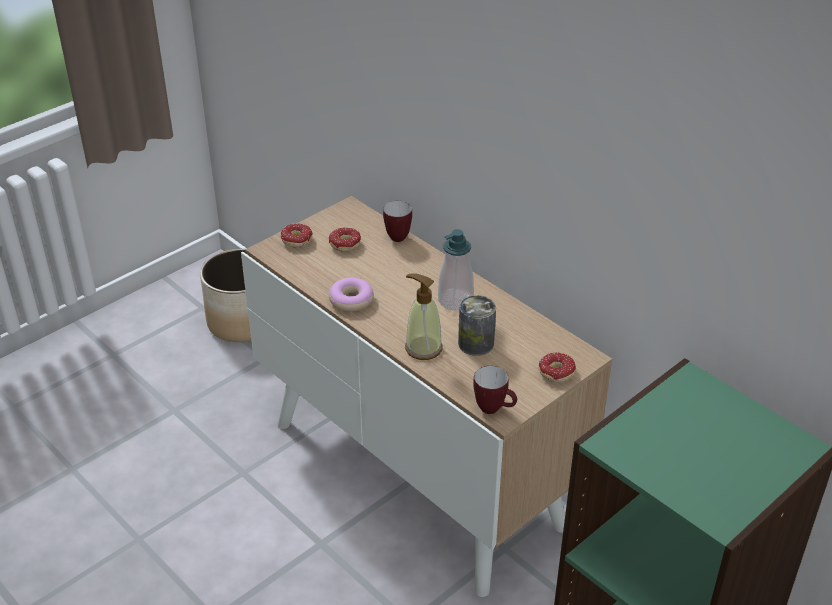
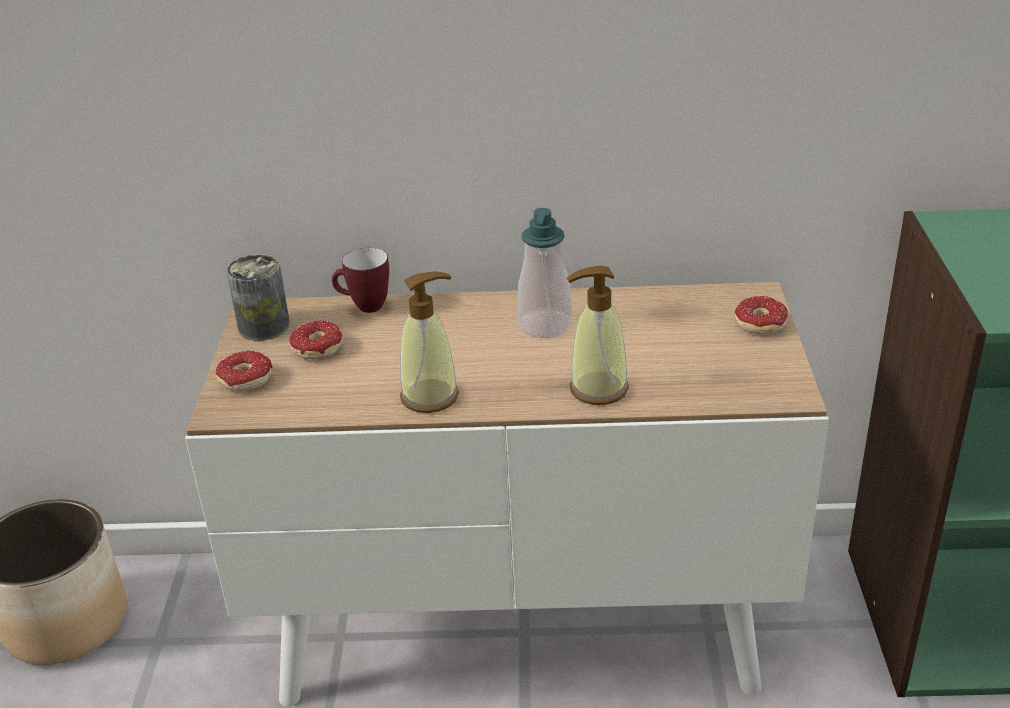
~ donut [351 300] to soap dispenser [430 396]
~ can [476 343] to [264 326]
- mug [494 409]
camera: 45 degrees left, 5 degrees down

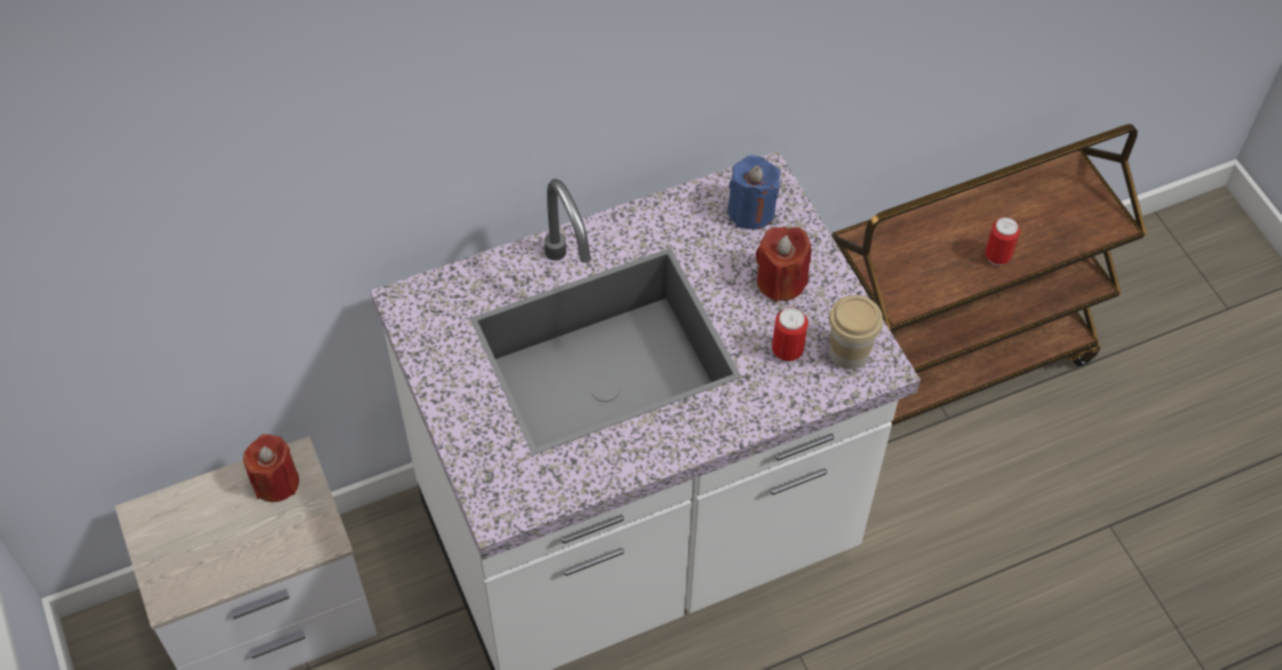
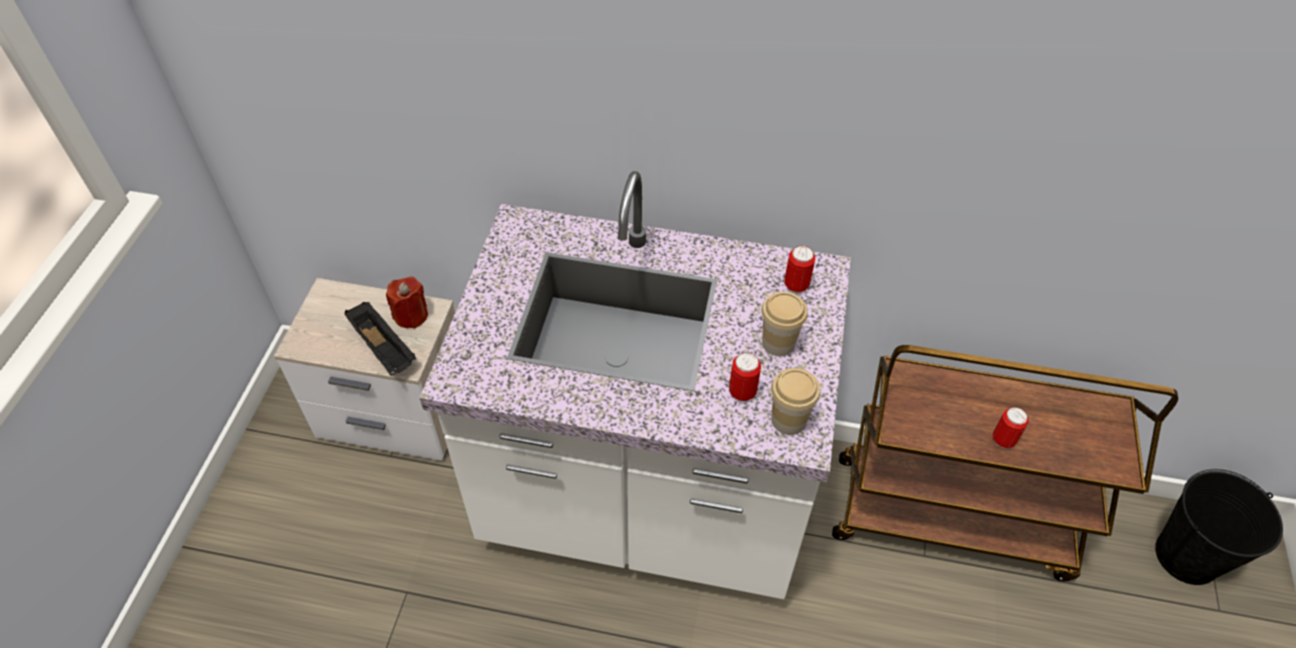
~ blue candle [751 211] to can [796 285]
~ red candle [781 281] to cup [778 343]
+ black tray [384 348]
+ black bucket [1187 556]
camera: 35 degrees right, 5 degrees down

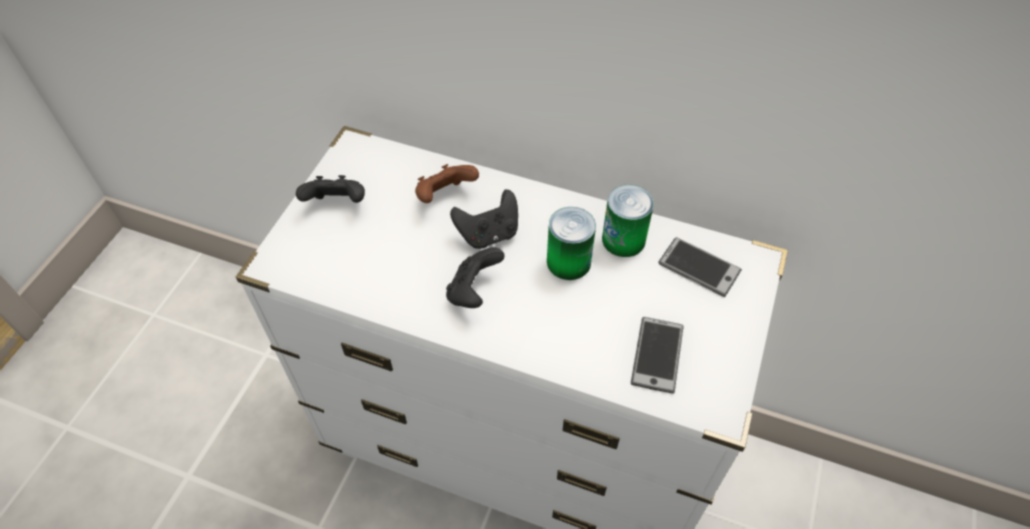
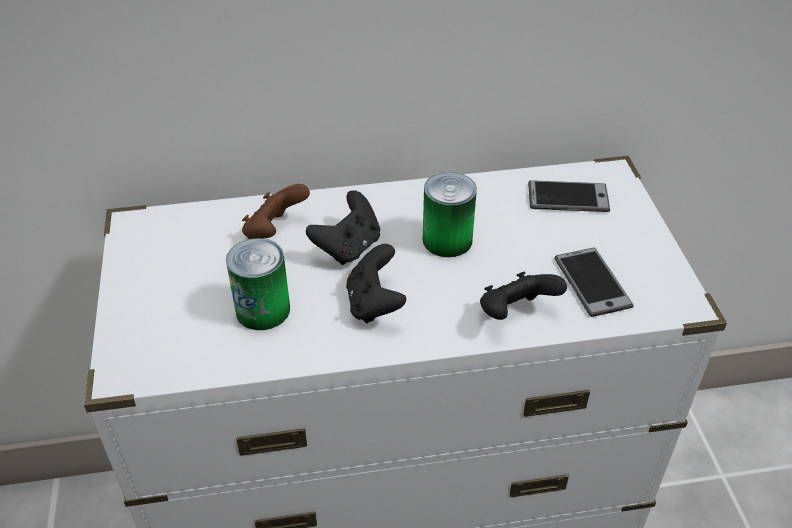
~ black game controller [337 204] to [515 313]
~ can [623 239] to [263 310]
camera: 30 degrees left, 10 degrees down

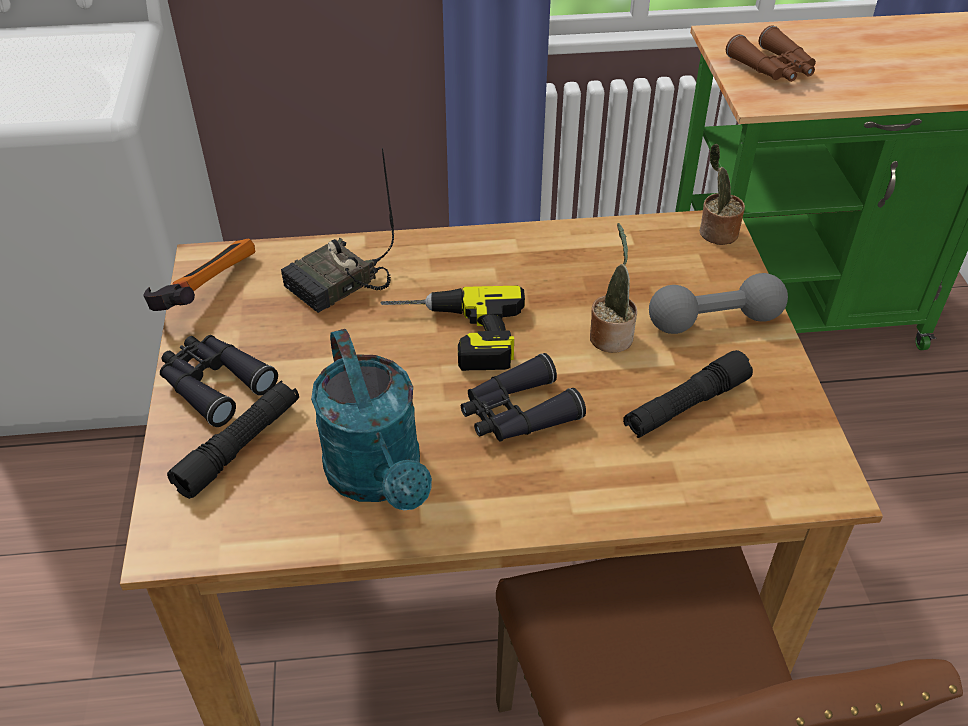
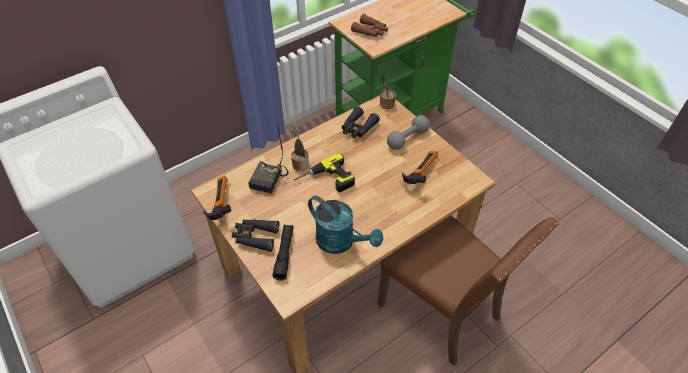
~ potted plant [611 335] to [300 164]
~ black flashlight [685 406] to hammer [418 172]
~ black binoculars [517 413] to [358 128]
camera: 30 degrees left, 5 degrees up

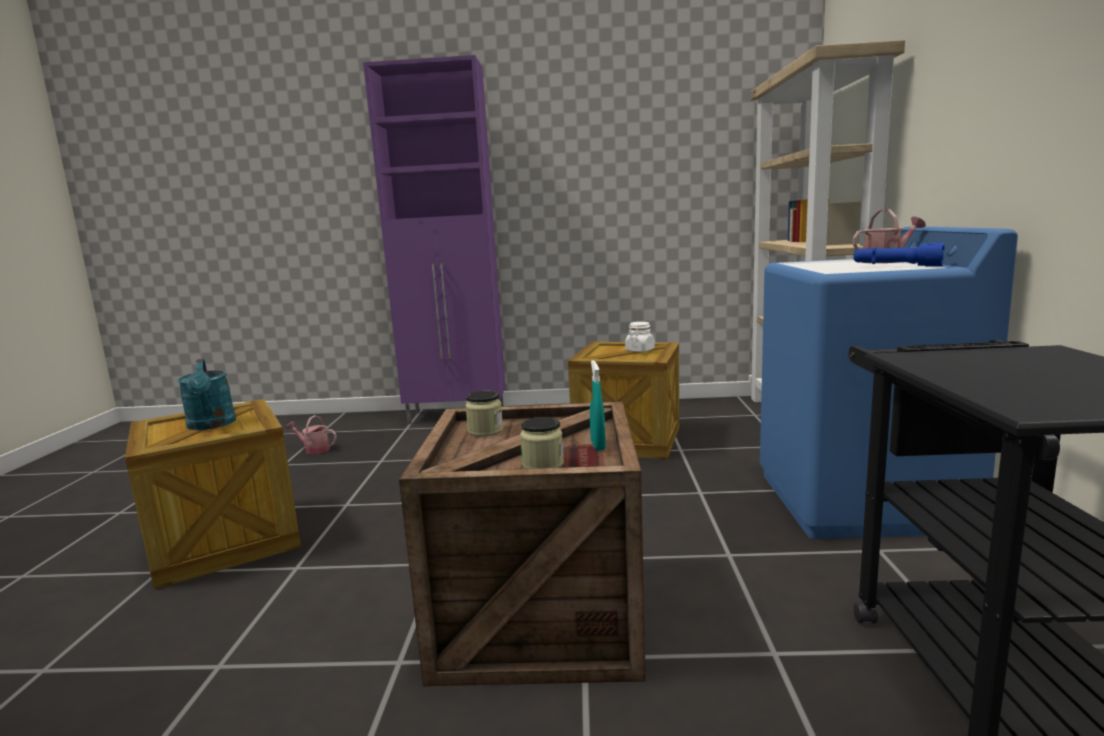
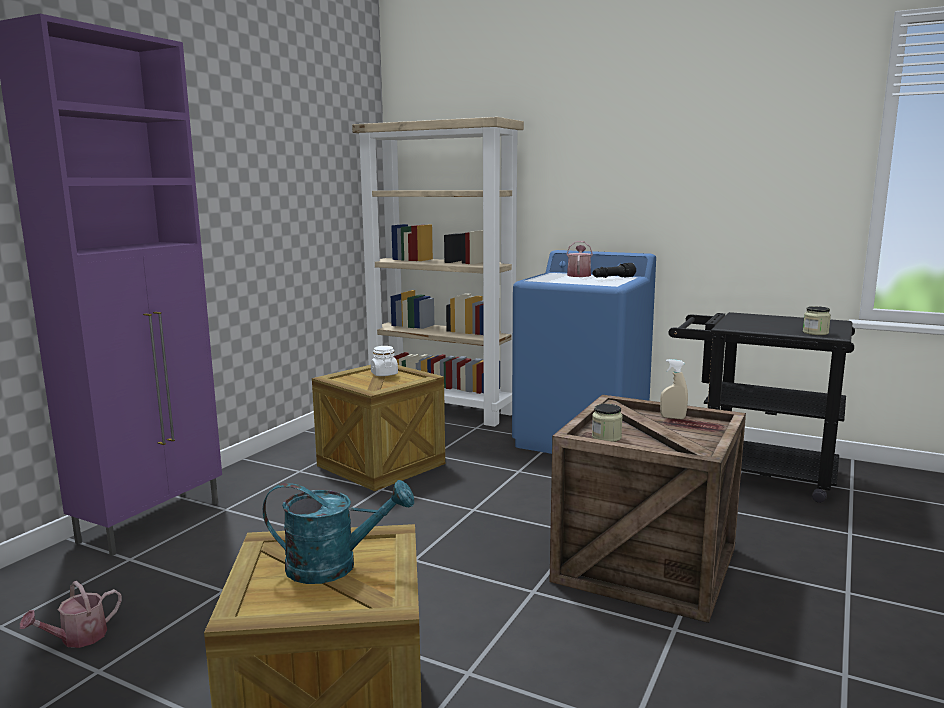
~ blue flashlight [896 266] to black flashlight [612 278]
~ turquoise spray bottle [598 445] to beige spray bottle [672 417]
~ jar [543 464] to [815 333]
camera: 65 degrees left, 0 degrees up

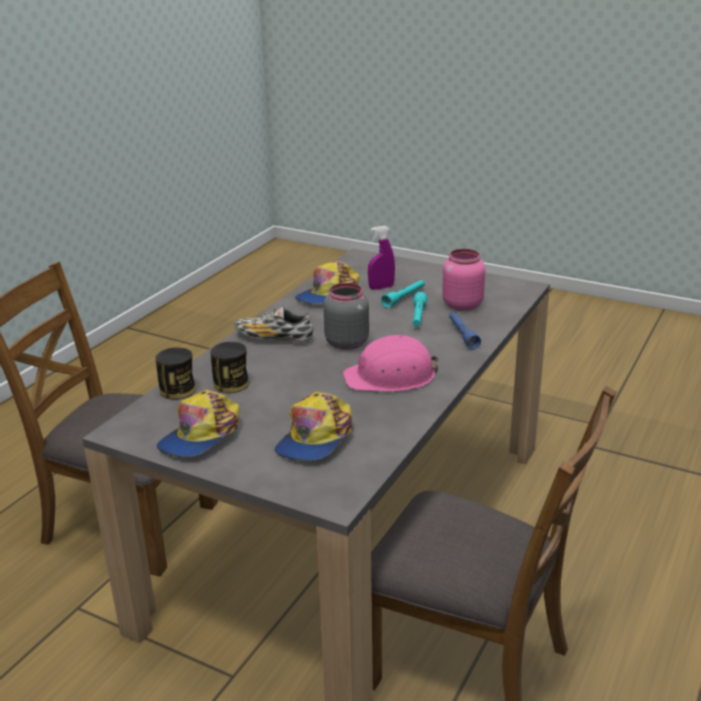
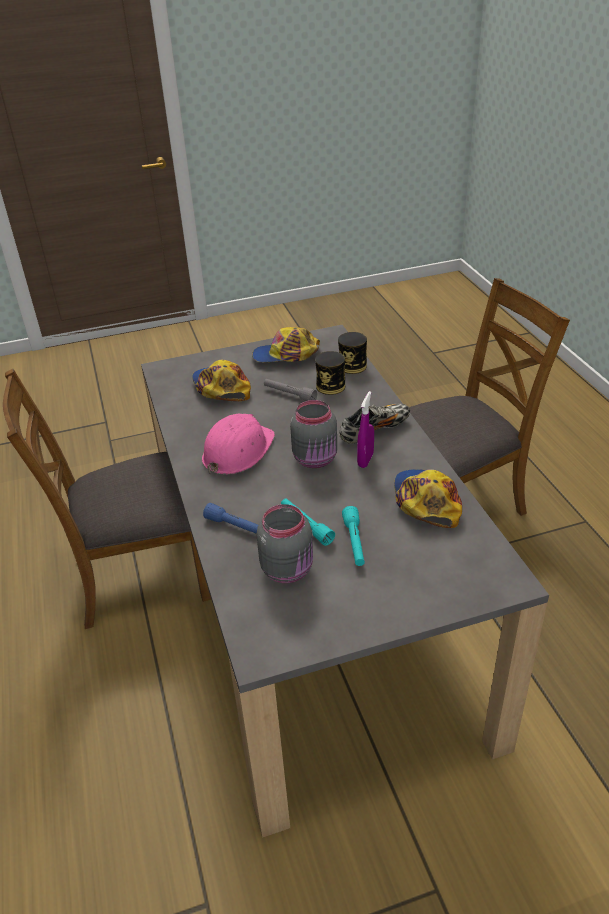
~ purple spray bottle [381 287] to [365 460]
~ pink jar [461 305] to grey jar [288 569]
~ cap [201 435] = [286 355] 75 degrees counterclockwise
+ grey flashlight [289 394]
camera: 135 degrees right, 10 degrees up

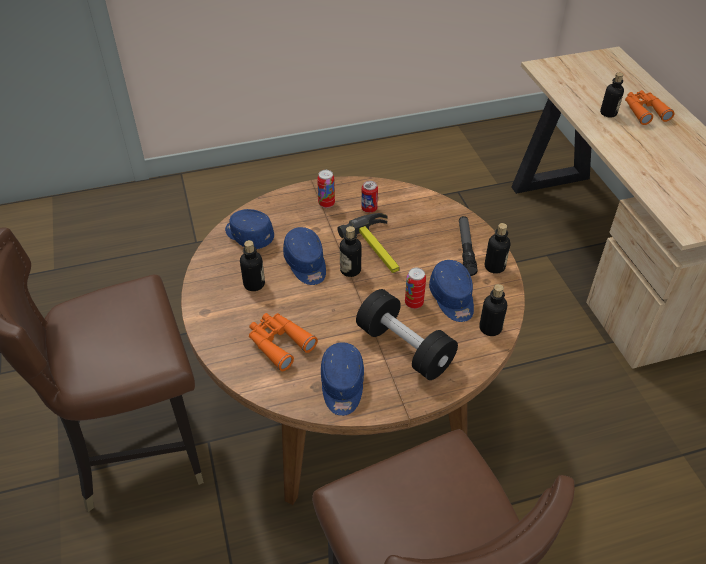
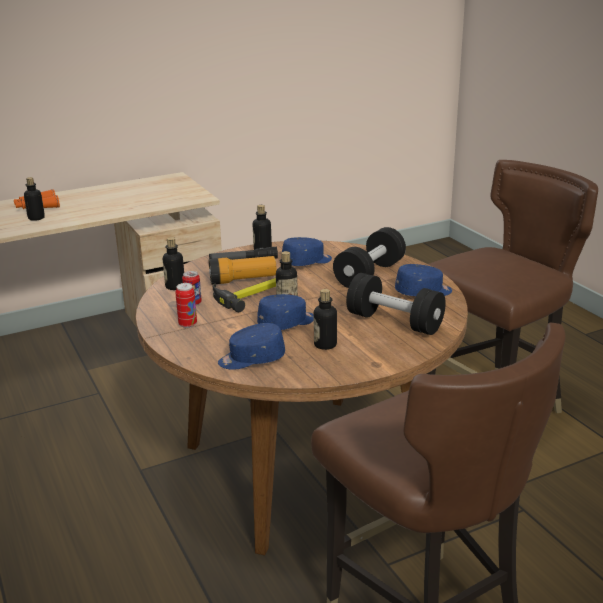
~ blue cap [248 236] = [251 359] 45 degrees clockwise
- can [414 303]
~ bottle [490 328] to [175 286]
~ orange binoculars [279 343] to black dumbbell [394 322]
+ flashlight [243 280]
camera: 100 degrees left, 20 degrees down

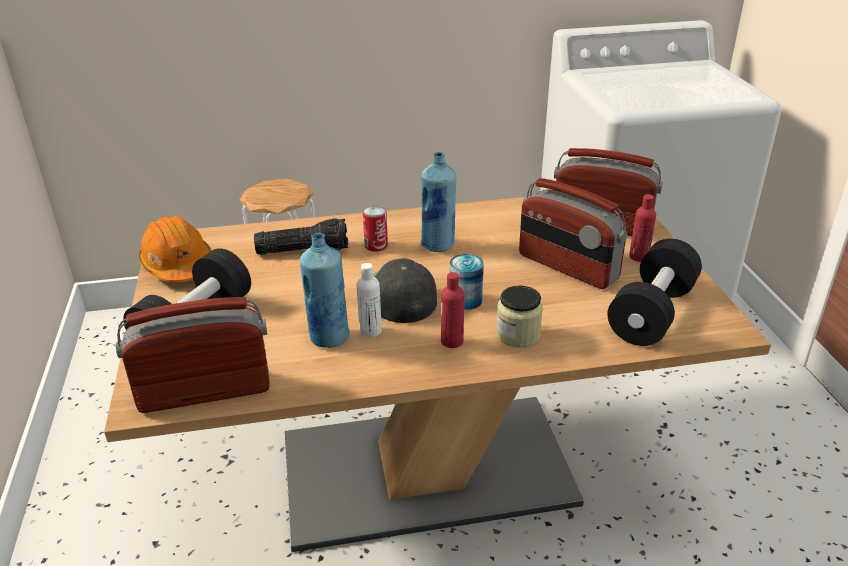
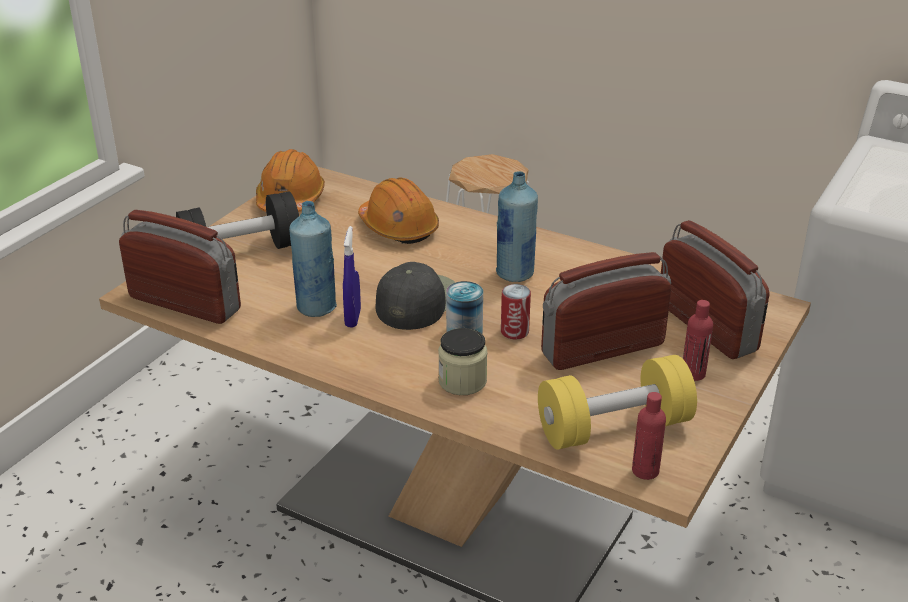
~ radio [567 267] = [602 349] 75 degrees clockwise
~ can [376 246] to [514 331]
~ flashlight [304 249] to orange hard hat [398 227]
~ black dumbbell [651 313] to yellow dumbbell [614 428]
~ white bottle [370 331] to blue spray bottle [353 318]
~ red bottle [452 341] to [645 471]
camera: 40 degrees right, 0 degrees up

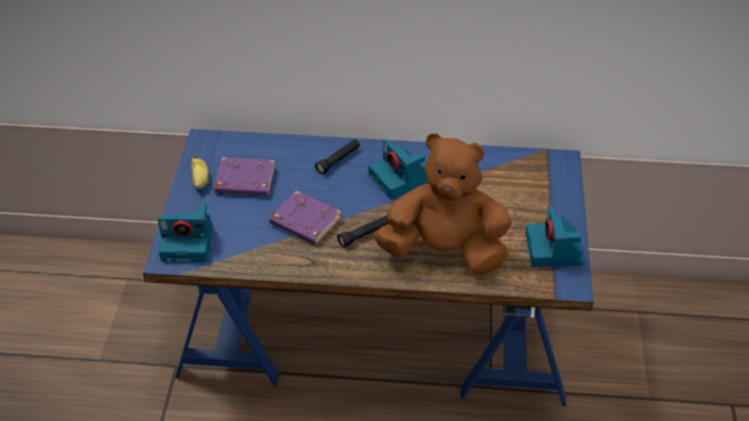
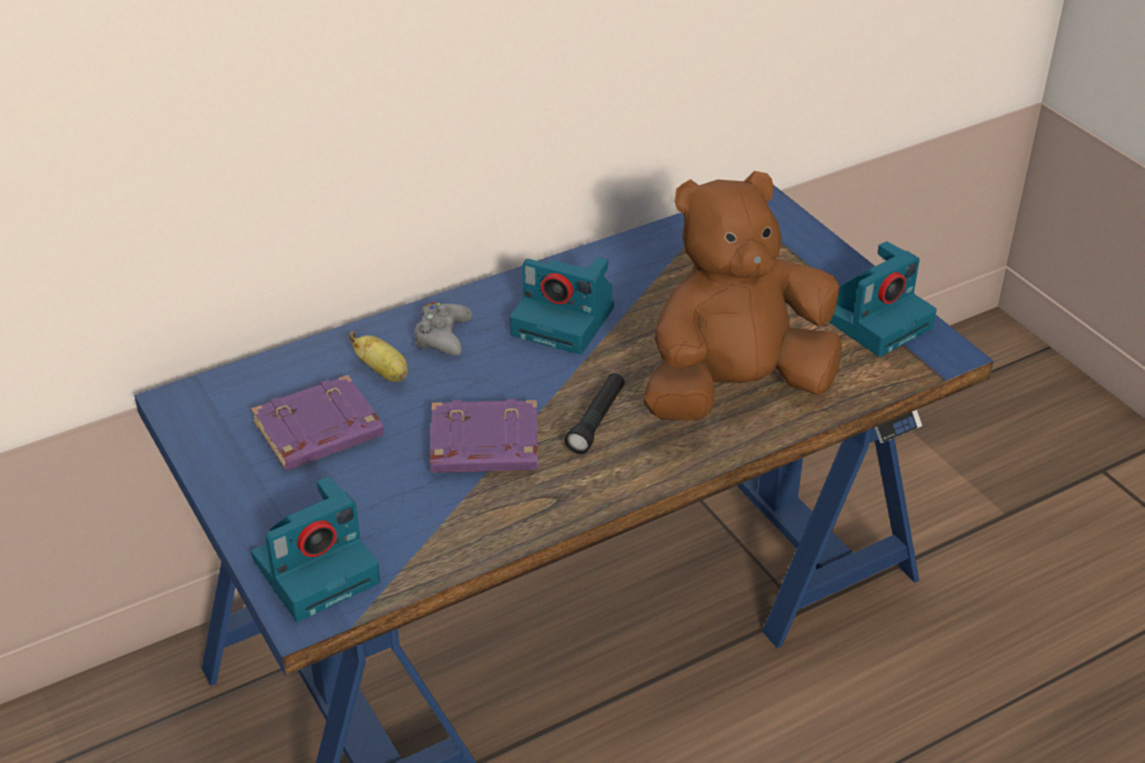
~ black flashlight [338 160] to grey game controller [442 336]
~ banana [200 181] to [384 373]
~ photo camera [554 250] = [876 320] 90 degrees counterclockwise
camera: 35 degrees left, 5 degrees down

